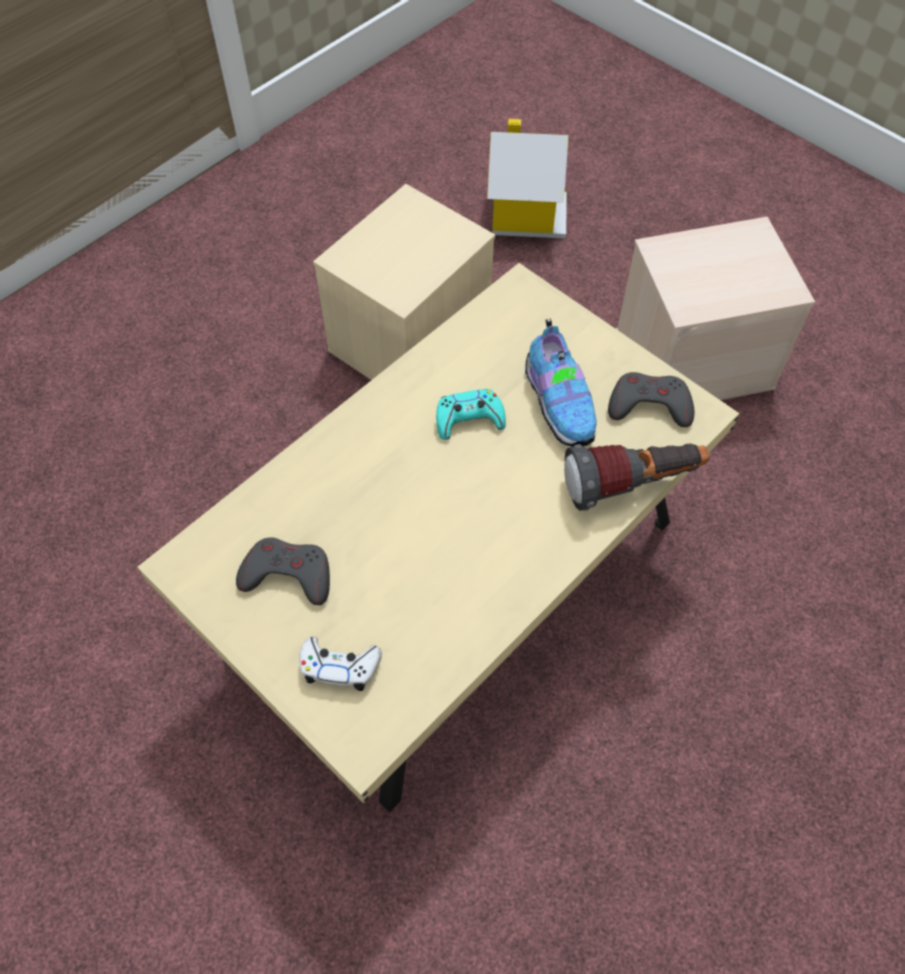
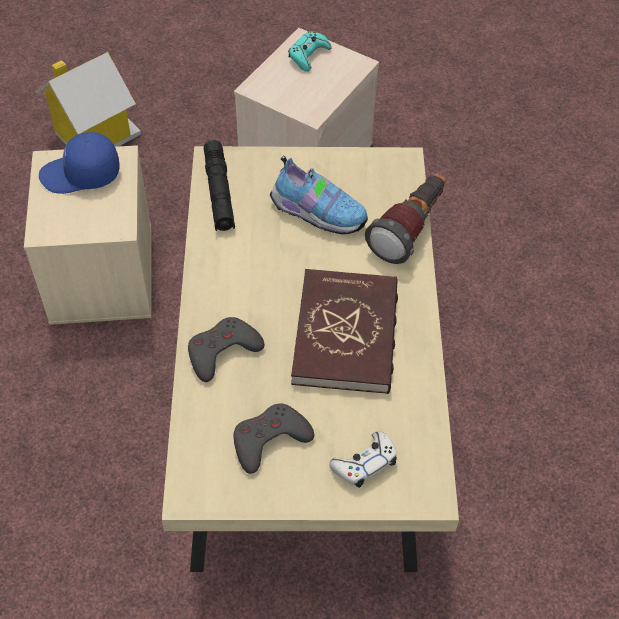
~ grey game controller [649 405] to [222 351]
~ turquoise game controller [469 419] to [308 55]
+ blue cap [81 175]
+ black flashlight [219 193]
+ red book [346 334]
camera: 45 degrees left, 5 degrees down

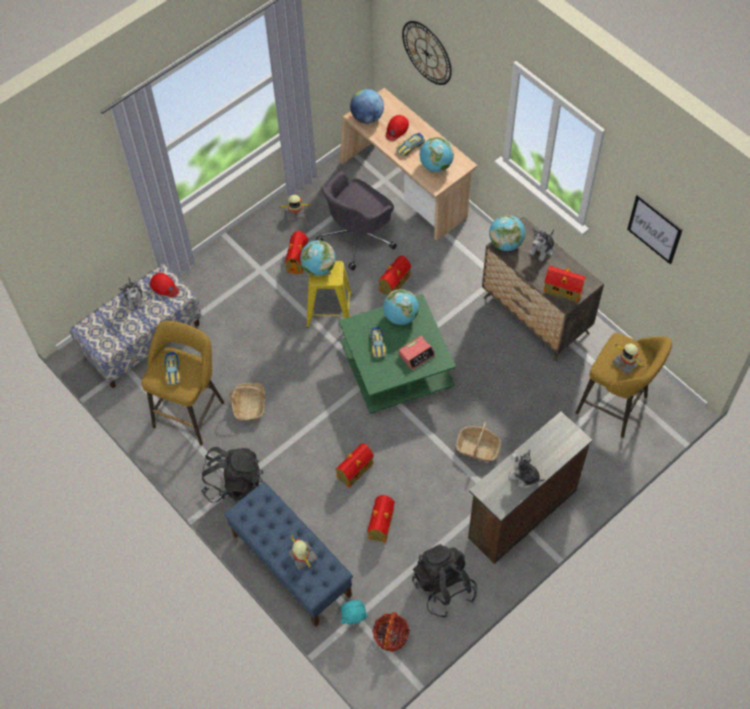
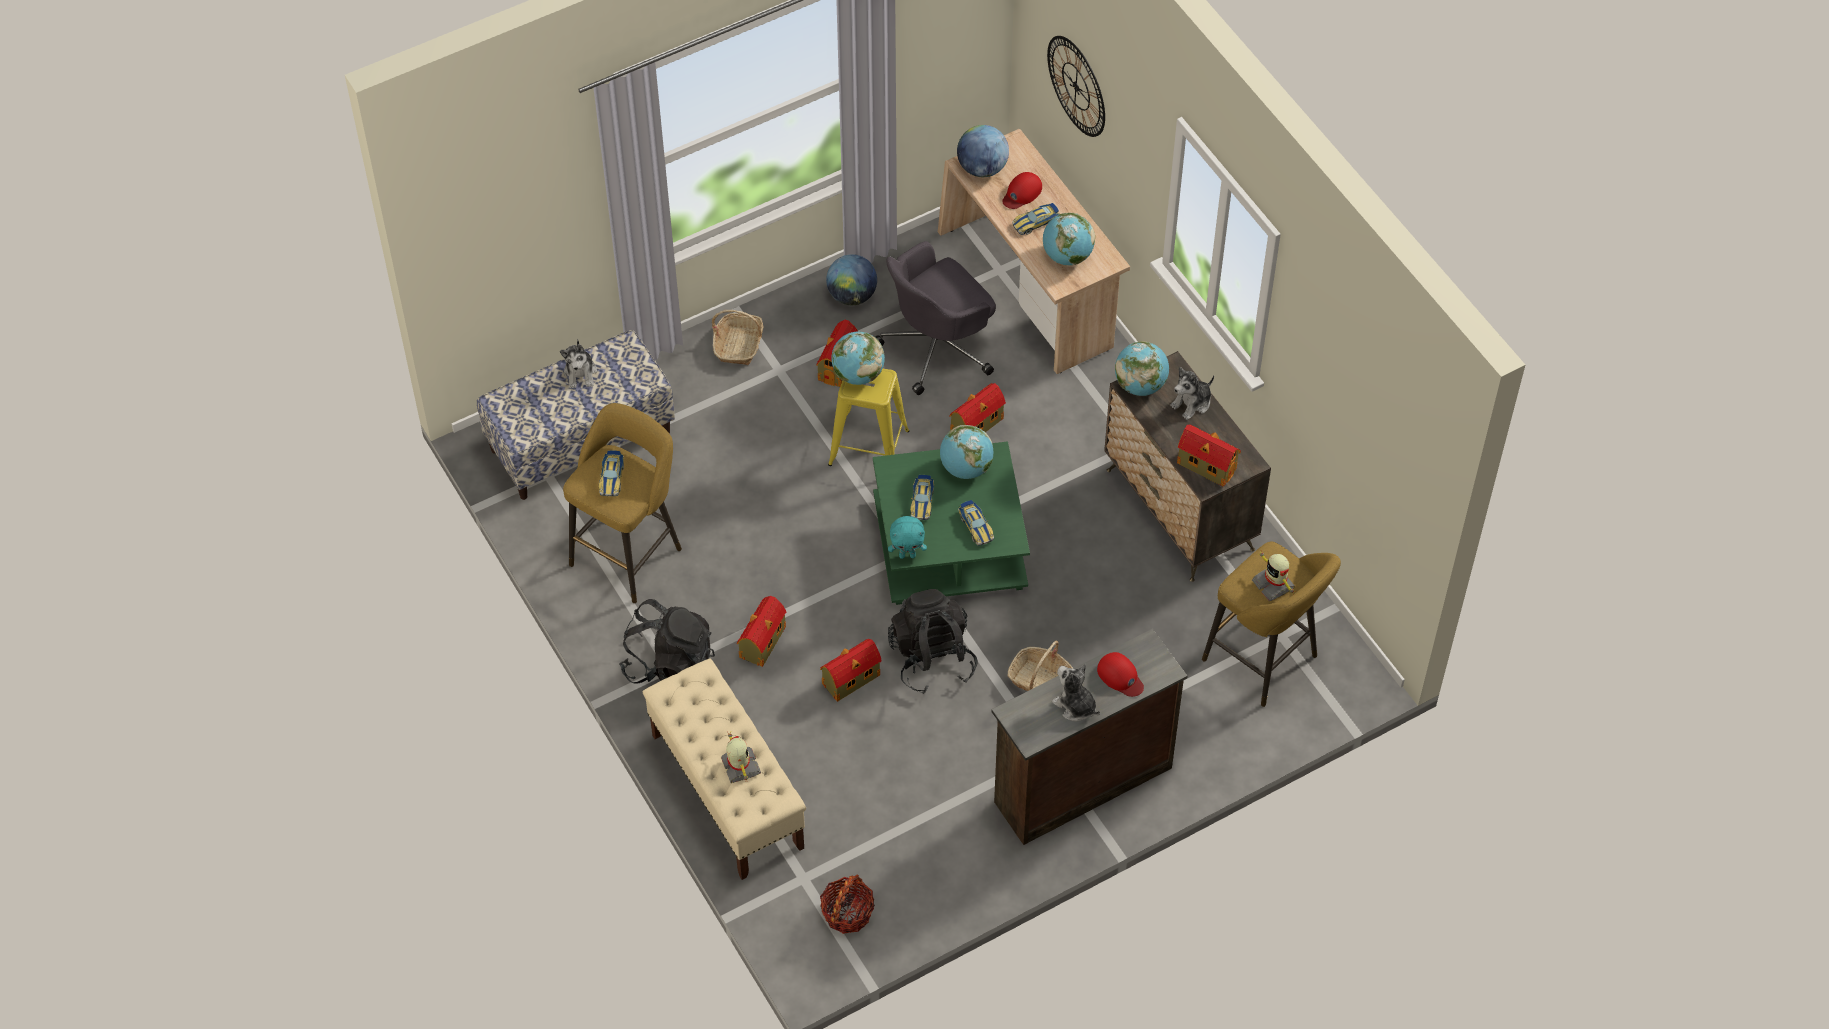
- picture [654 229]
~ toy robot [295 213] to globe [852 296]
~ red cap [164 286] to [1120 676]
~ alarm clock [416 355] to toy car [976 526]
~ basket [249 405] to [739 345]
~ blue bench [291 565] to beige bench [726 791]
~ toy house [380 525] to [761 643]
~ black backpack [443 587] to [932 659]
~ turquoise plush toy [354 620] to [907 555]
camera: 10 degrees right, 5 degrees down

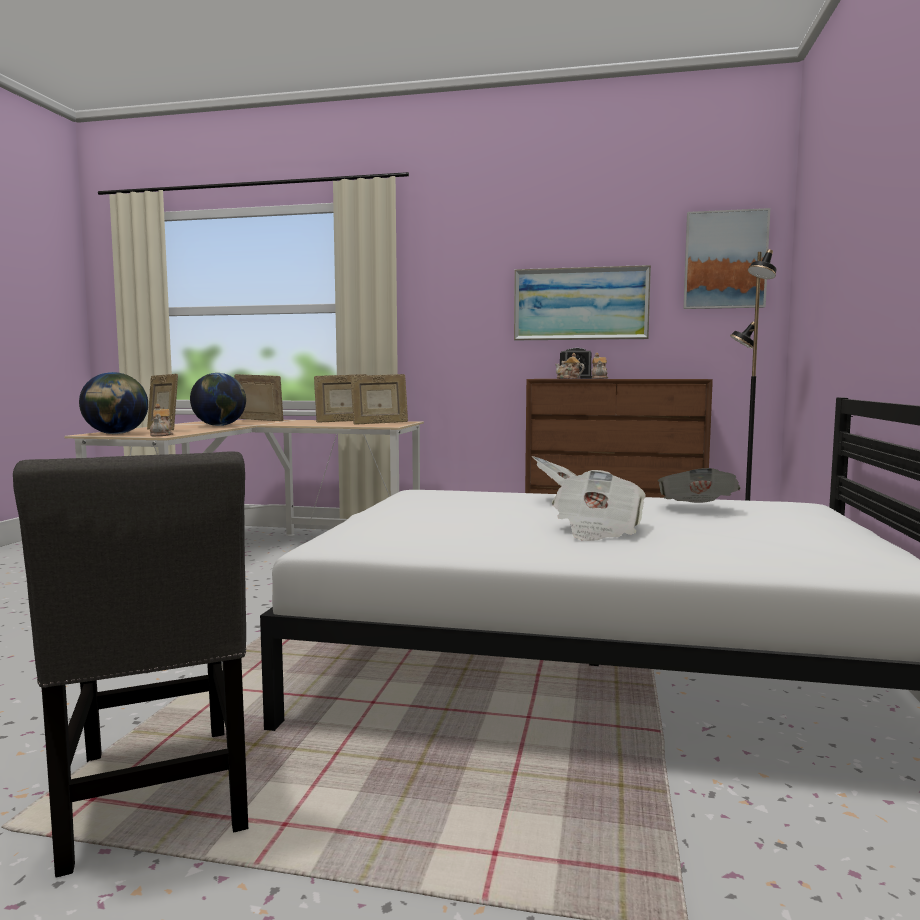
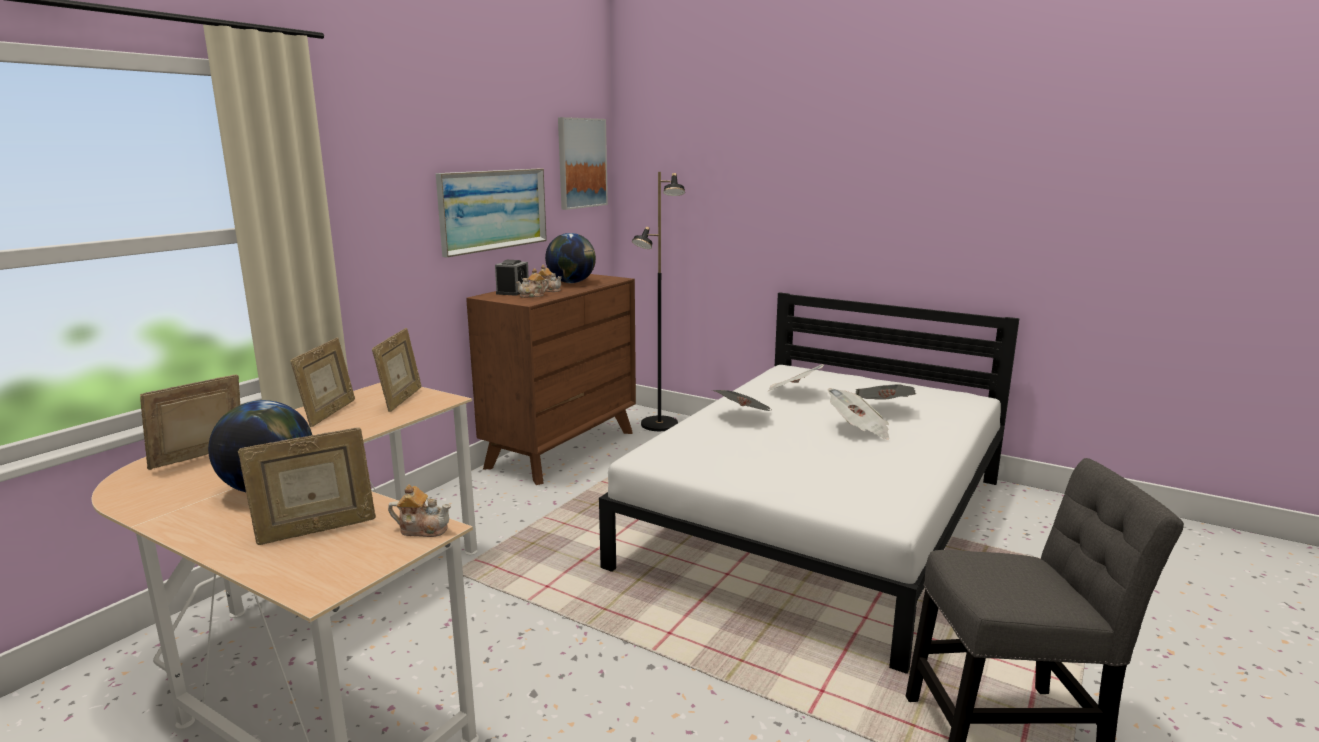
~ globe [116 434] to [571 282]
+ newspaper [883 408]
camera: 70 degrees left, 10 degrees up

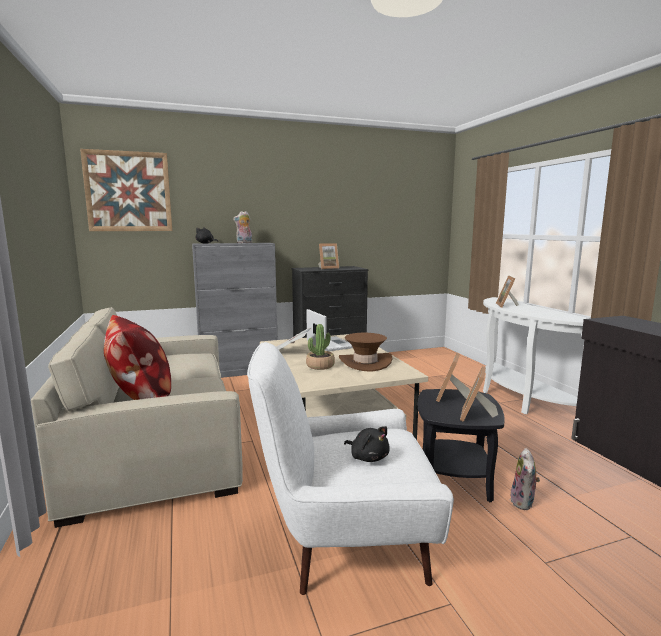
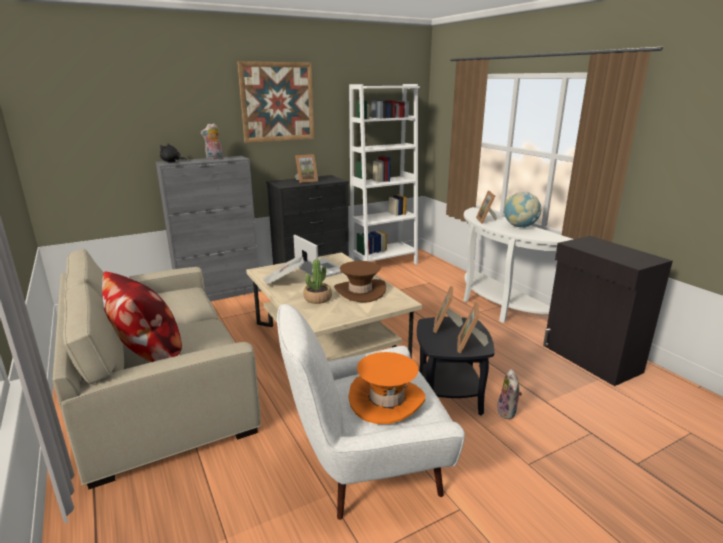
~ picture [128 191] to [277 102]
~ black plush toy [368 457] to orange hat [386 400]
+ white bookcase [384 264]
+ globe [520 226]
camera: 10 degrees left, 10 degrees up

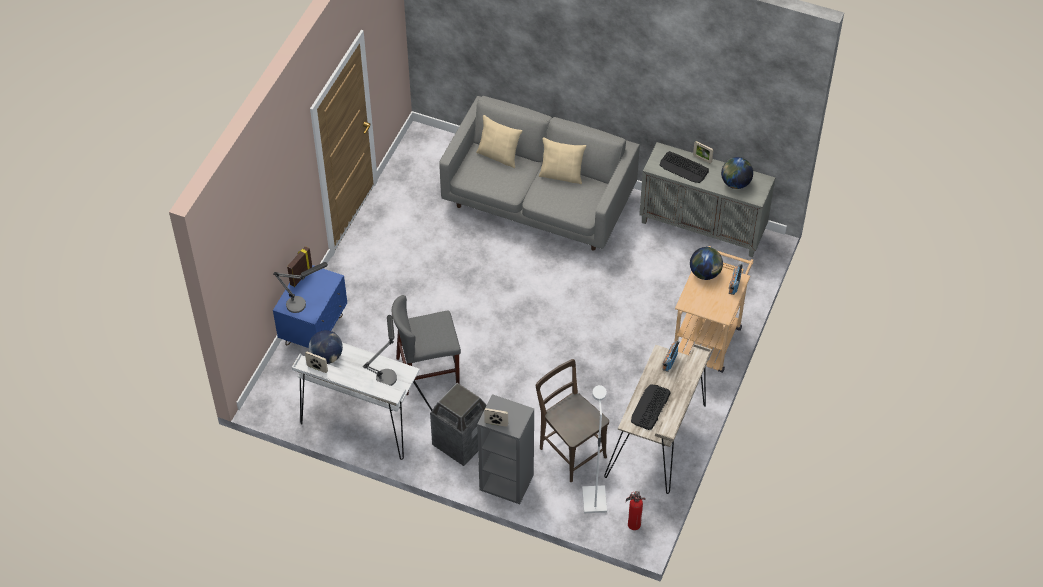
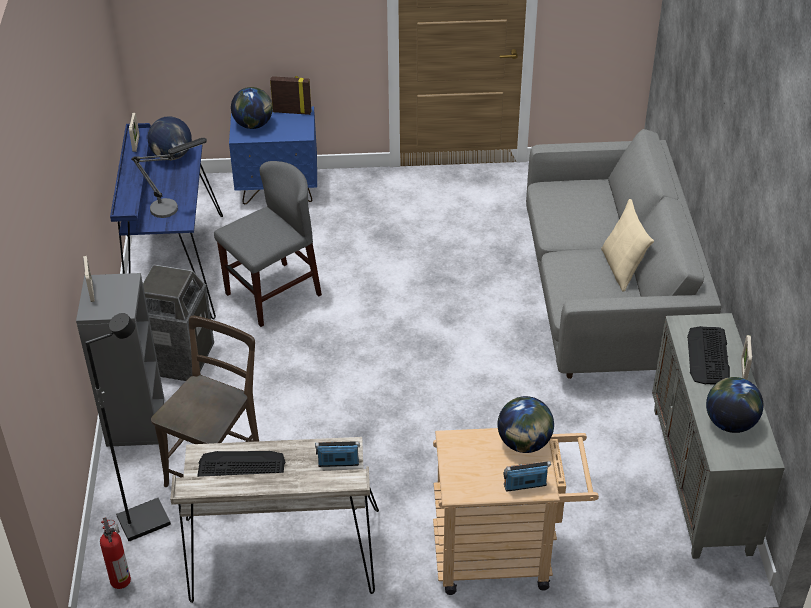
- beige pillow [499 155]
~ table lamp [302 303] to globe [253 125]
~ grey chair [427 371] = [273 294] 90 degrees clockwise
~ white desk [363 419] to blue desk [173 267]
~ white floor lamp [593 500] to black floor lamp [144 520]
camera: 65 degrees right, 10 degrees down

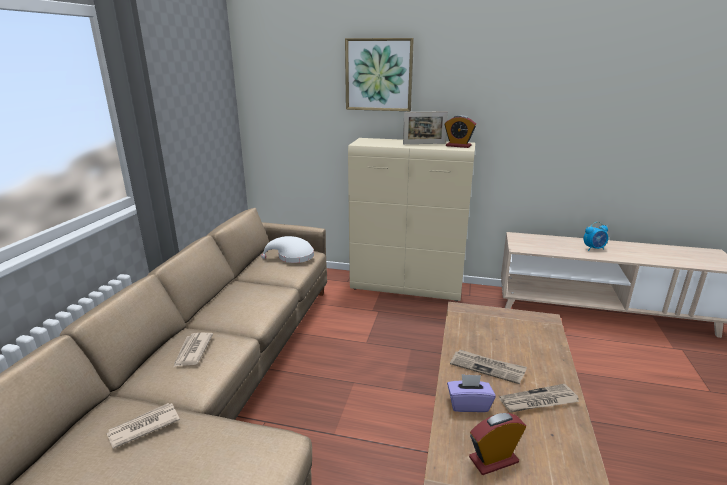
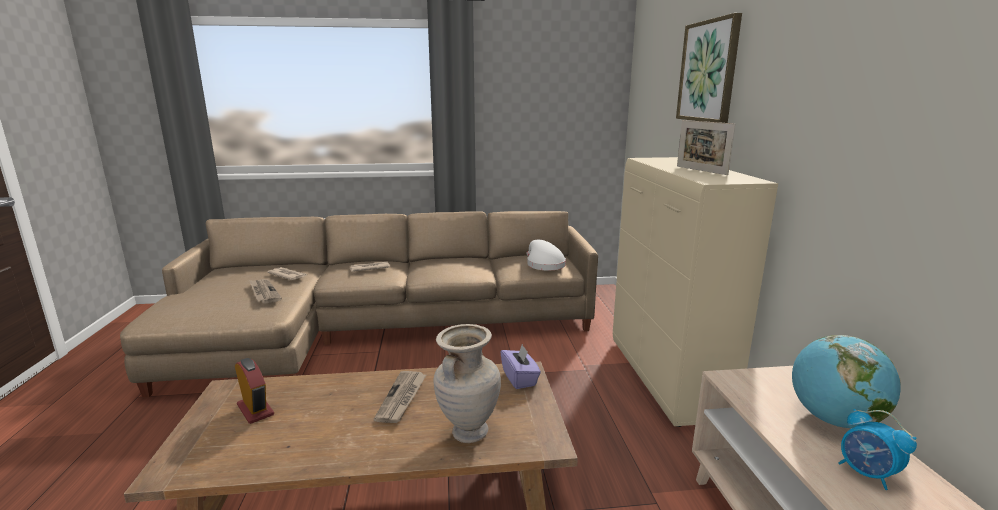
- alarm clock [458 146]
~ purple tissue box [468 404] to [520 379]
~ newspaper [538 401] to [264 292]
+ beige vase [468 432]
+ globe [834 420]
camera: 70 degrees right, 5 degrees down

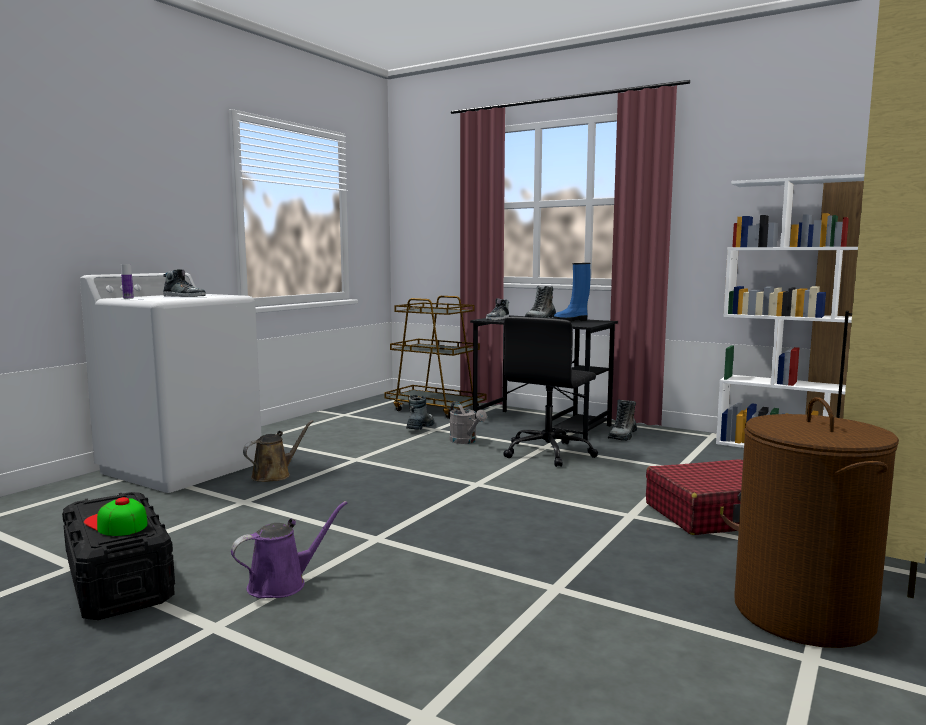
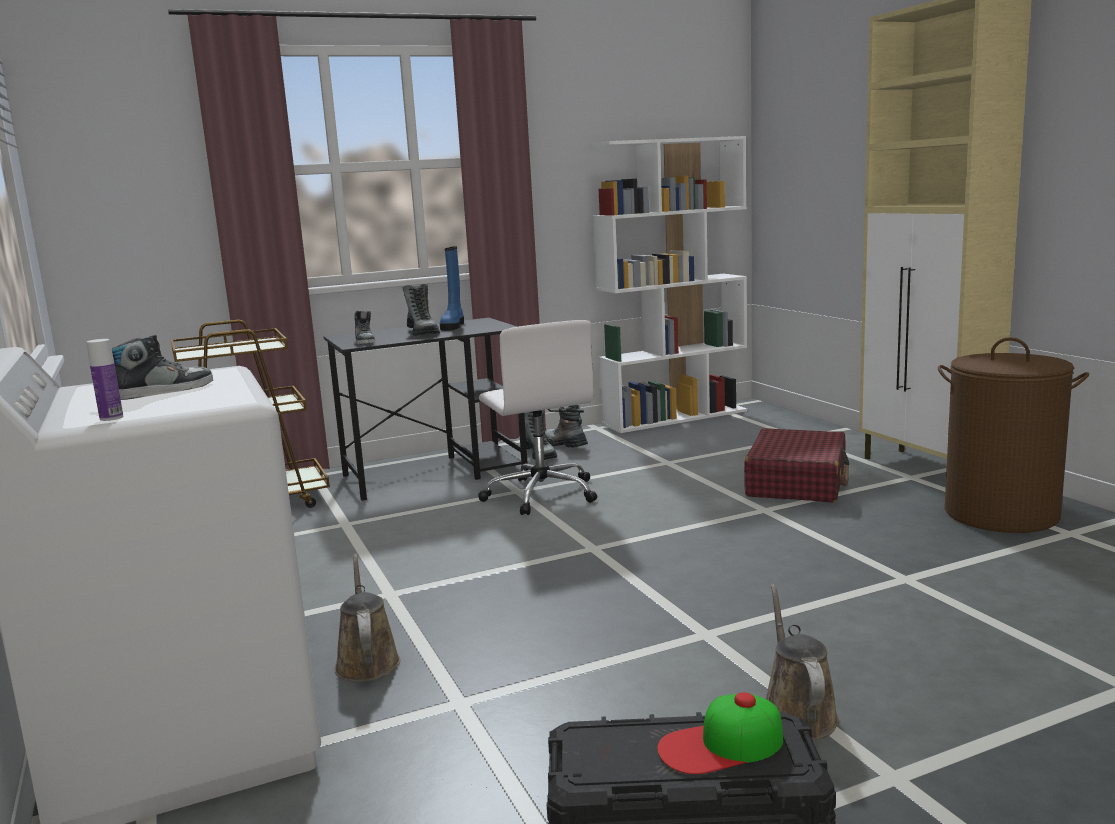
~ black office chair [549 453] to white office chair [541 494]
~ boot [420 427] to [564 445]
- grey watering can [466 441]
~ purple watering can [282 584] to brown watering can [796 714]
camera: 55 degrees left, 5 degrees up

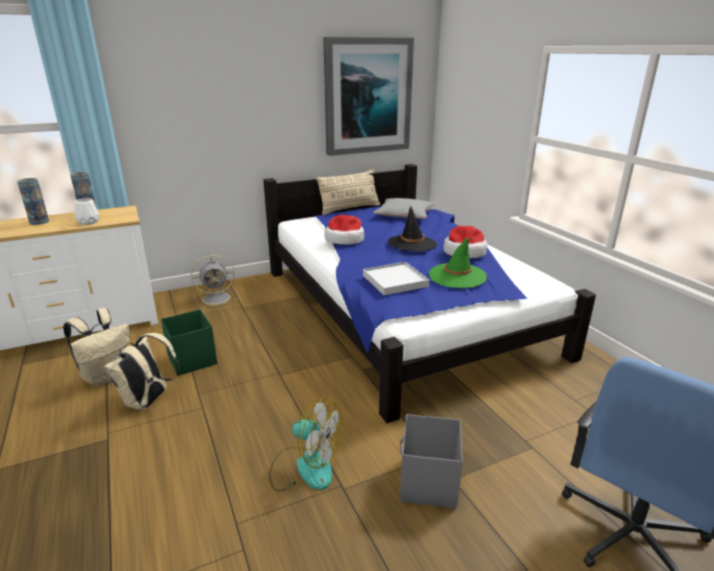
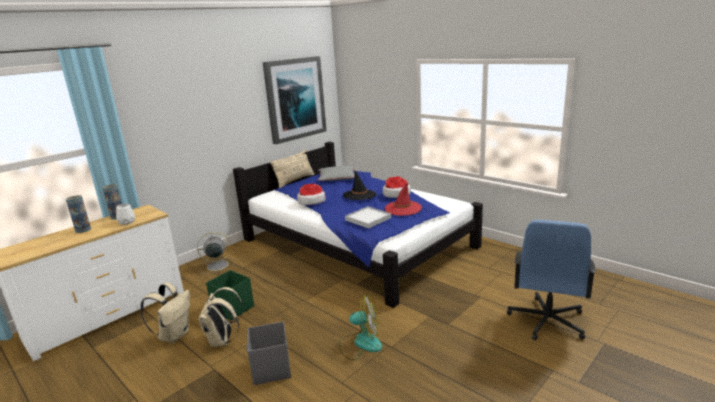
~ green hat [457 276] to red hat [403 208]
~ grey fan [217 298] = [216 266] 150 degrees counterclockwise
~ grey storage box [428 483] to [271 369]
camera: 20 degrees left, 5 degrees down

